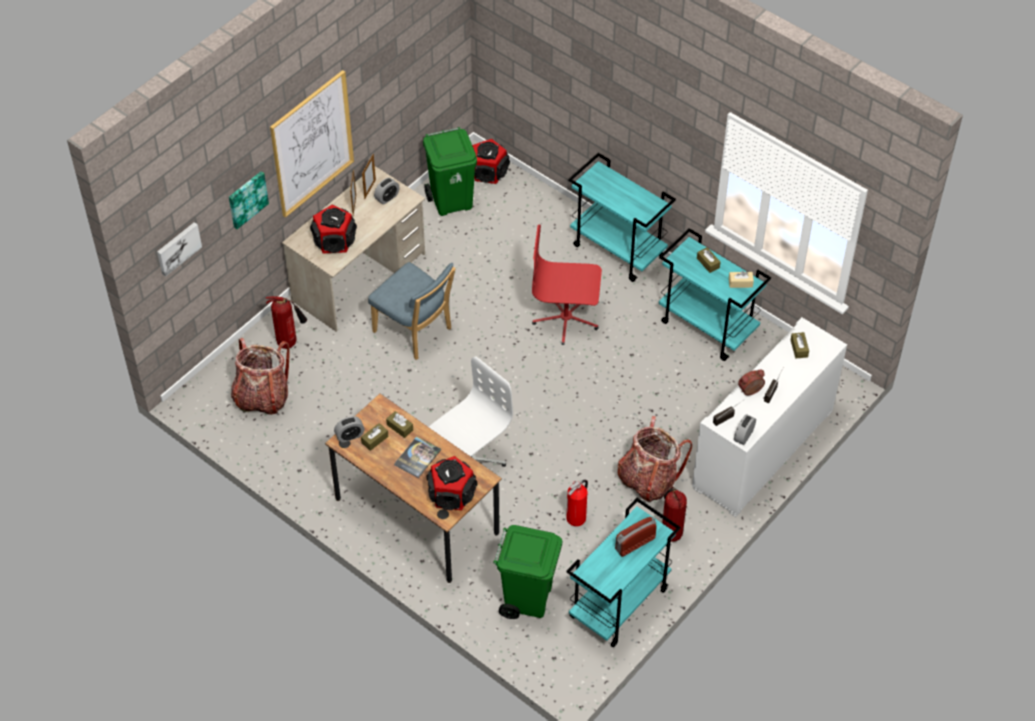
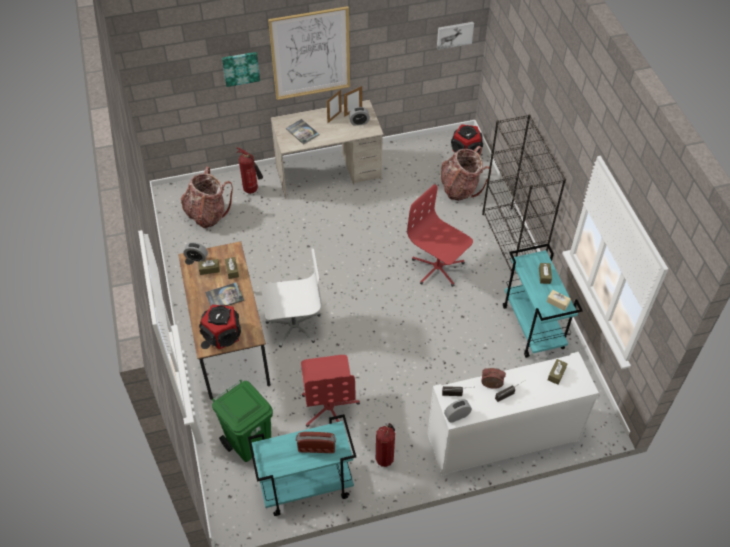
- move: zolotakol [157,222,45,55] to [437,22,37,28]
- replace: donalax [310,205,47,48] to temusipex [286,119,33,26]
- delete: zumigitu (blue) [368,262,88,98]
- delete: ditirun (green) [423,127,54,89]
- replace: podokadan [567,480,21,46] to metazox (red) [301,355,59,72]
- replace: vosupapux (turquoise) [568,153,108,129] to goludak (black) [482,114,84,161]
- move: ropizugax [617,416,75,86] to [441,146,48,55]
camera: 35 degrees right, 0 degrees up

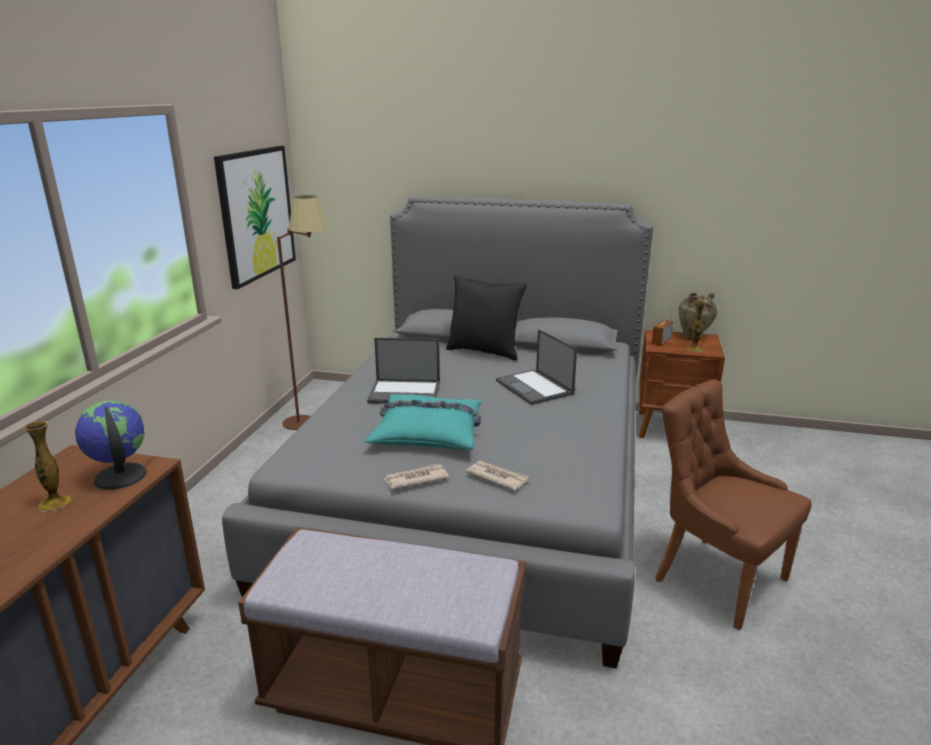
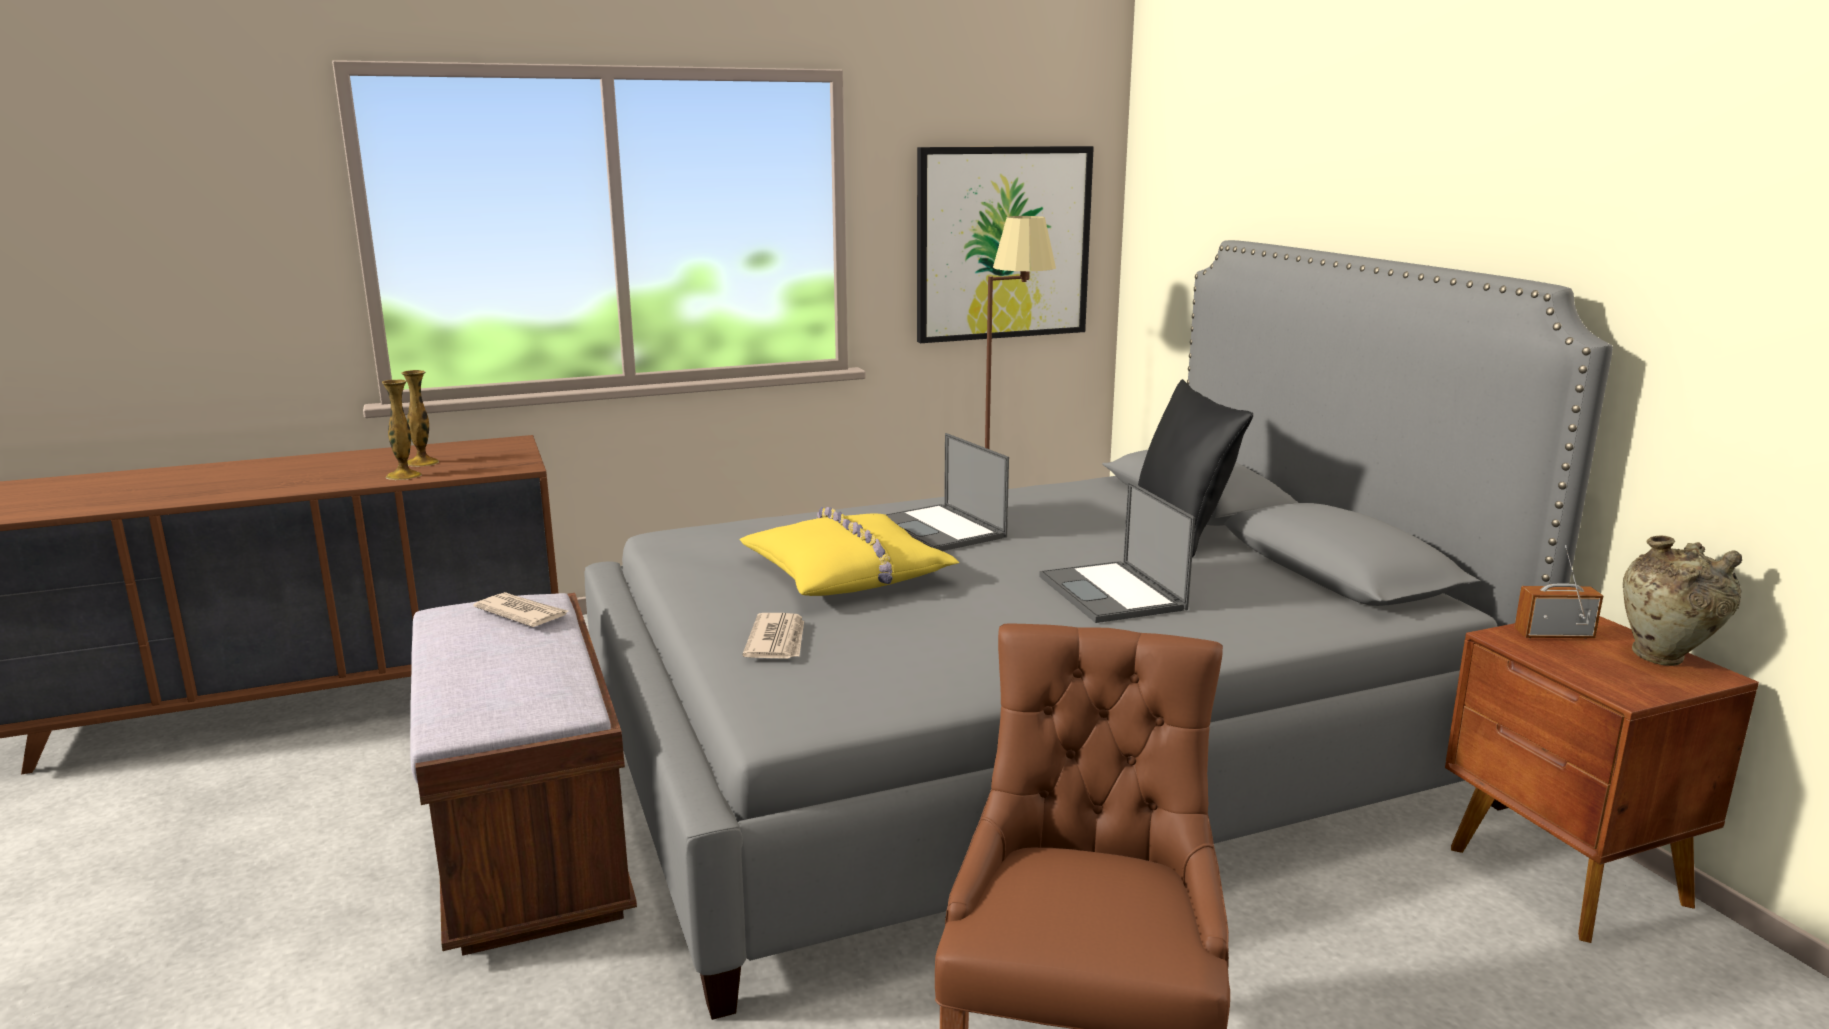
- delete: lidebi [75,401,72,89]
- recolor: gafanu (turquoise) [364,395,118,55] to gafanu (yellow) [740,507,219,89]
- move: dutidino [383,464,66,25] to [474,592,94,35]
- rotate: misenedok [496,329,81,76] = [1039,481,156,142] 45 degrees counterclockwise
- move: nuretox [686,301,21,51] to [382,380,40,100]
camera: 55 degrees right, 5 degrees down

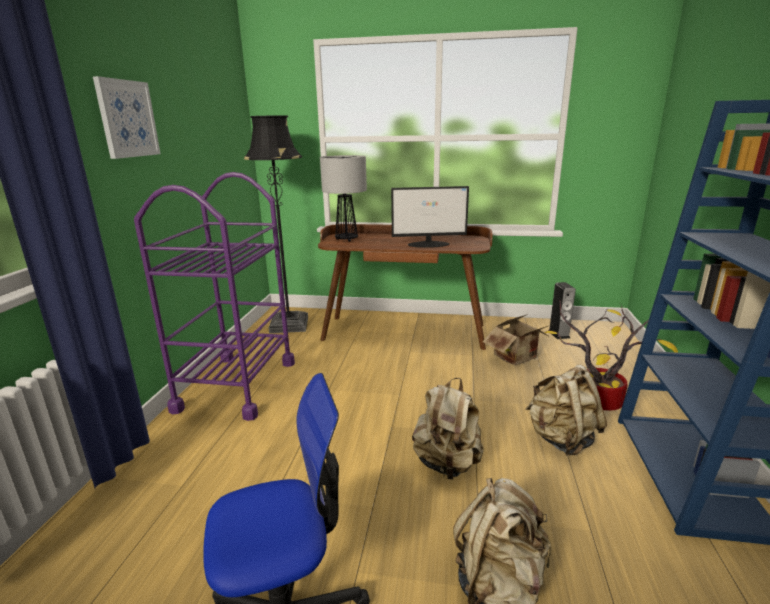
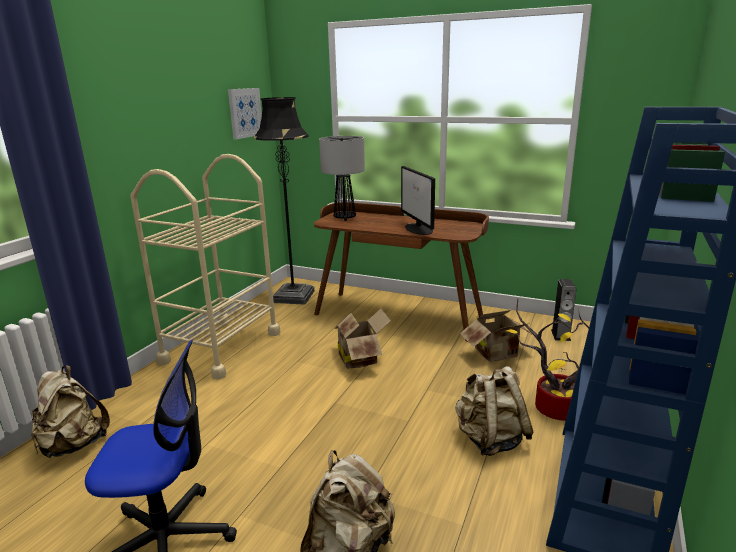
- move: zolotakol [93,76,68,83] to [228,88,34,51]
- recolor: vosupapux (purple) [134,172,161,249] to vosupapux (beige) [130,154,150,225]
- rotate: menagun [391,186,78,62] = [401,166,34,69] 60 degrees clockwise
- move: ropizugax (beige) [412,378,72,102] to [31,365,79,93]
- insert: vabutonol [334,309,57,60]
camera: 15 degrees right, 0 degrees up

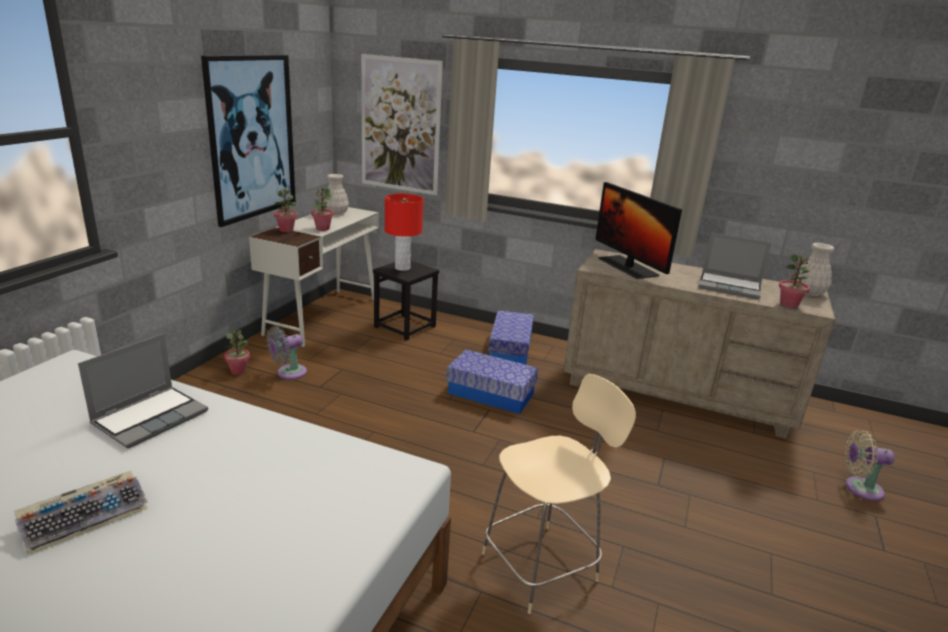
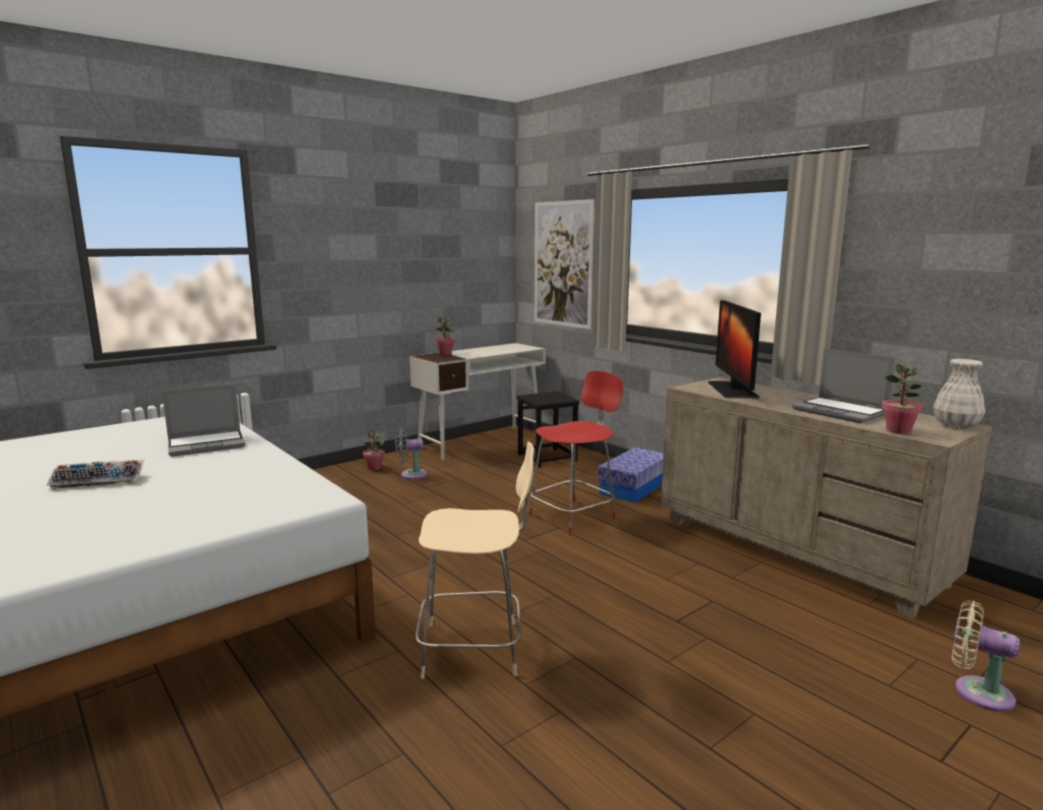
- delete: zolotakol [201,55,95,172]
- delete: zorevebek [311,187,23,44]
- delete: nuretox (white) [323,174,26,41]
- delete: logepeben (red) [385,194,38,77]
- replace: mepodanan [446,349,92,65] to zumigitu (red) [529,371,95,165]
camera: 30 degrees right, 10 degrees down

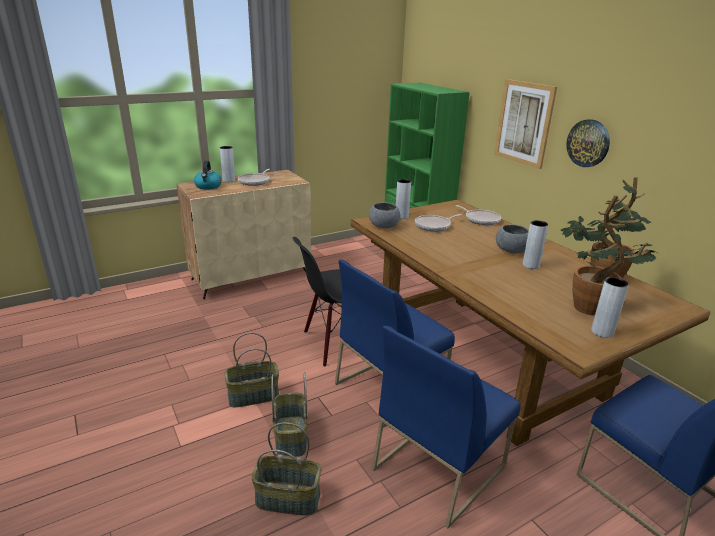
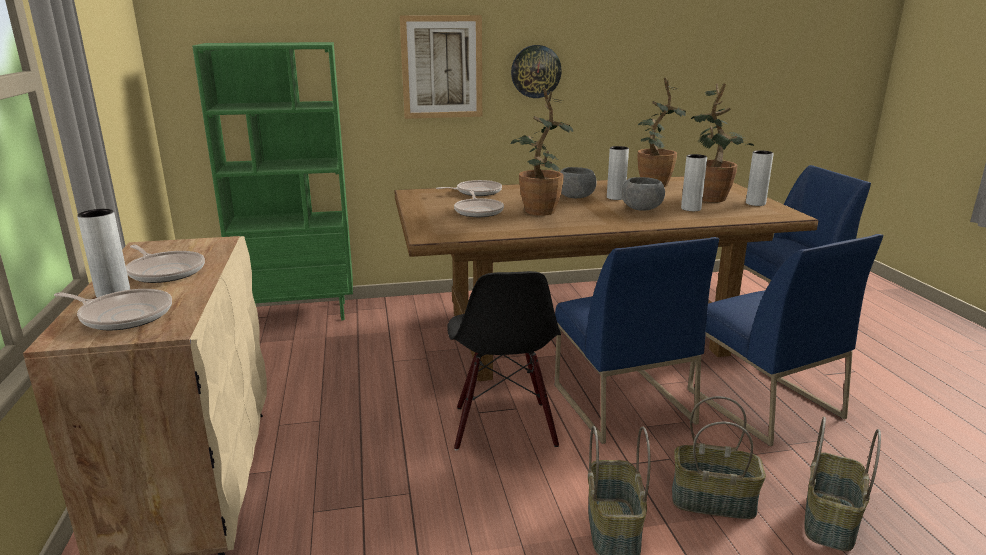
- replace: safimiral [194,161,28,29] to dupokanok [54,289,118,41]
- move: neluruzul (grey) [369,202,31,26] to [621,177,44,34]
- move: nuretox (grey) [396,179,15,40] to [681,154,26,57]
- insert: zorevebek [511,88,62,128]
camera: 70 degrees left, 5 degrees down

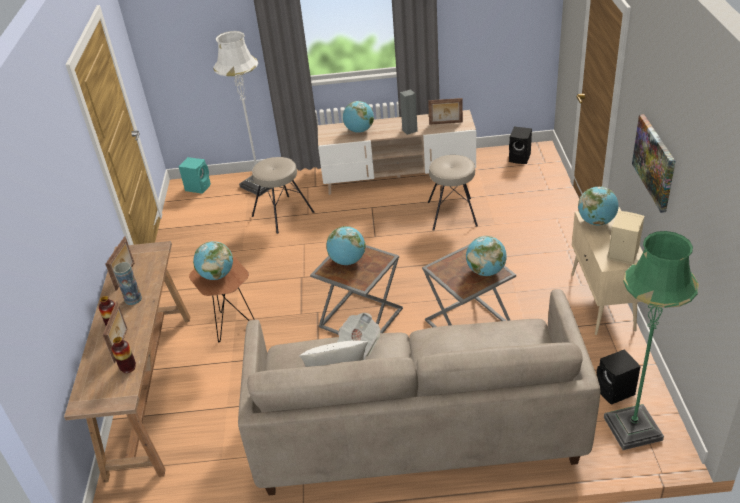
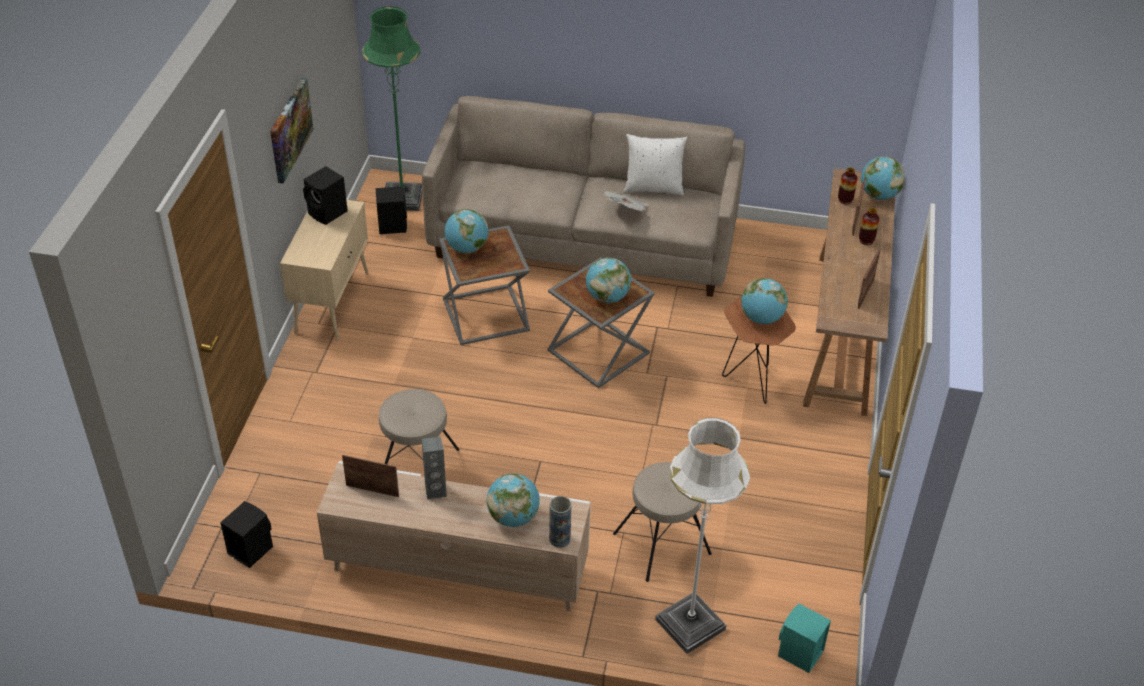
- move: nuretox [113,262,29,43] to [549,496,22,52]
- move: lidebi [578,187,41,38] to [861,156,44,44]
- recolor: donalax (beige) [608,211,36,54] to donalax (black) [303,166,45,59]
camera: 170 degrees left, 5 degrees up

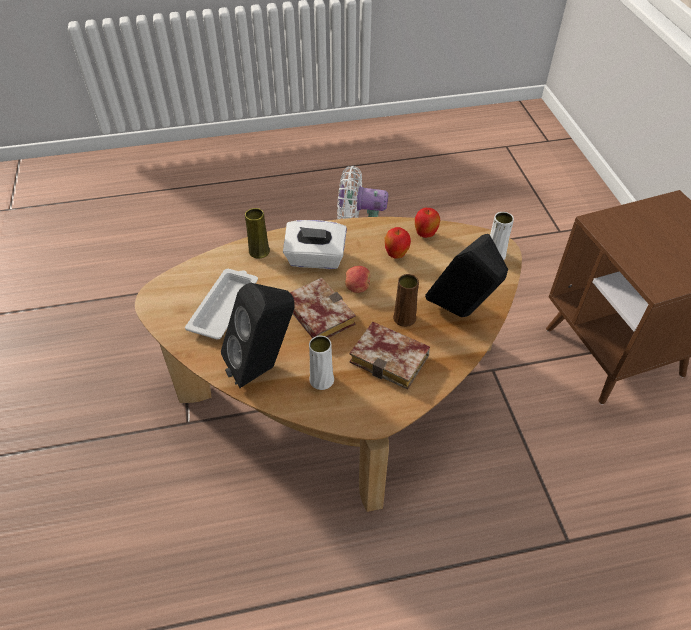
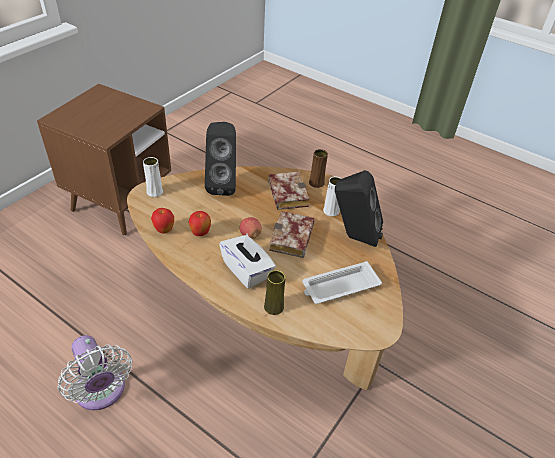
- move: nuretox (brown) [393,274,26,53] to [309,149,19,39]
camera: 135 degrees left, 5 degrees down

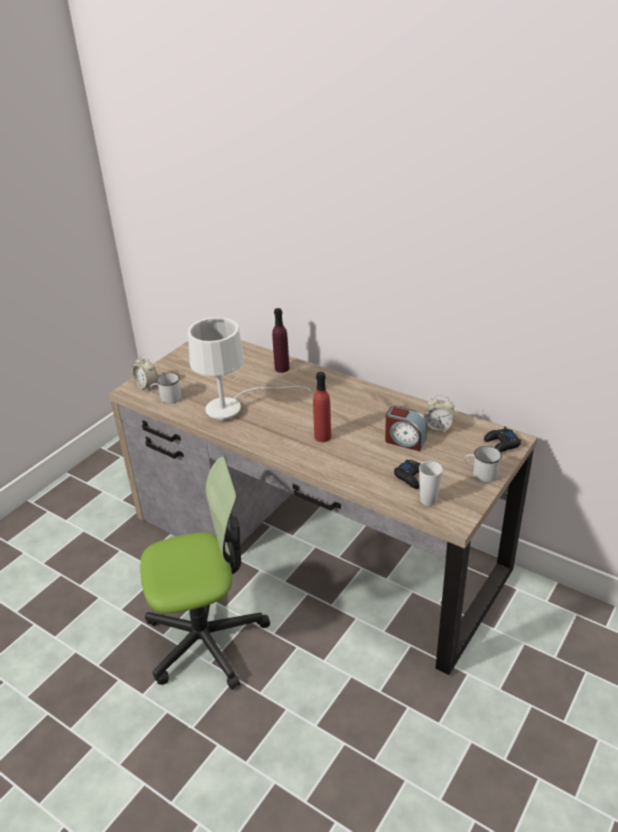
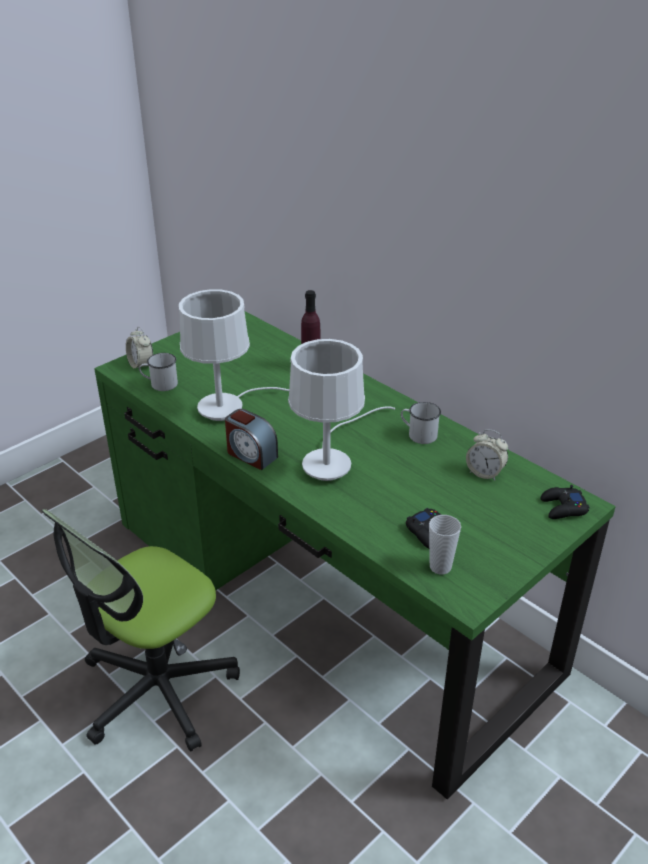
- recolor: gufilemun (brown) [109,340,429,335] to gufilemun (green) [94,311,522,488]
- rotate: metazox [140,456,130,233] = [41,509,199,242] 135 degrees clockwise
- replace: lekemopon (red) [313,372,18,70] to logepeben (white) [288,339,107,142]
- move: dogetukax [385,406,42,45] to [225,409,53,61]
- move: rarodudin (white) [464,446,38,37] to [401,402,40,42]
camera: 10 degrees right, 0 degrees up

